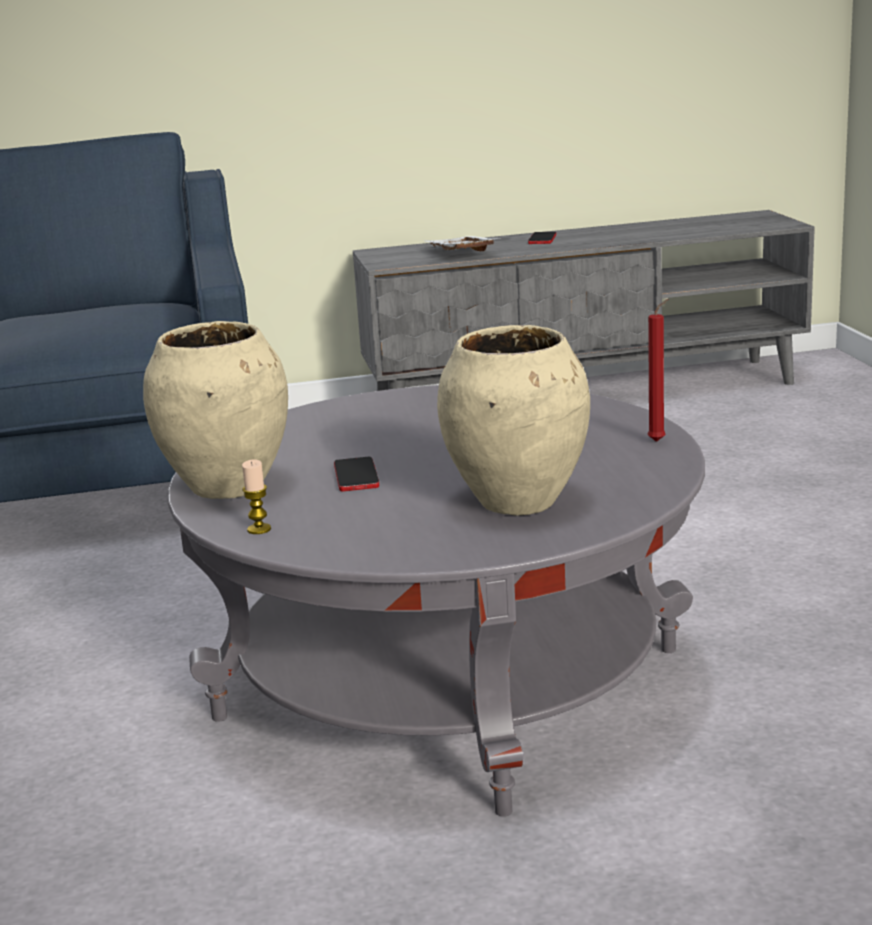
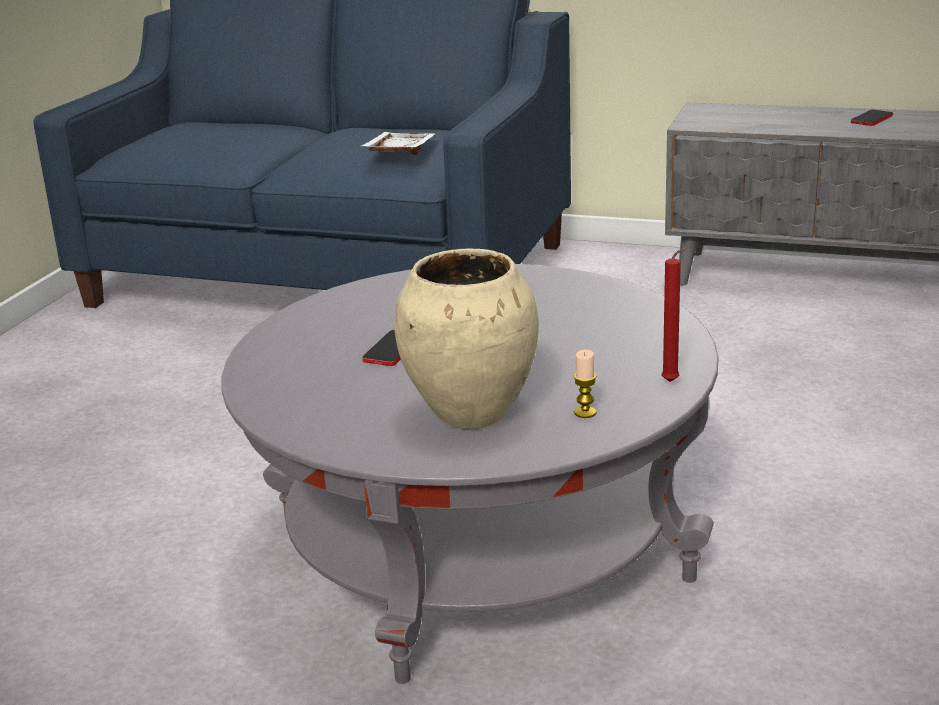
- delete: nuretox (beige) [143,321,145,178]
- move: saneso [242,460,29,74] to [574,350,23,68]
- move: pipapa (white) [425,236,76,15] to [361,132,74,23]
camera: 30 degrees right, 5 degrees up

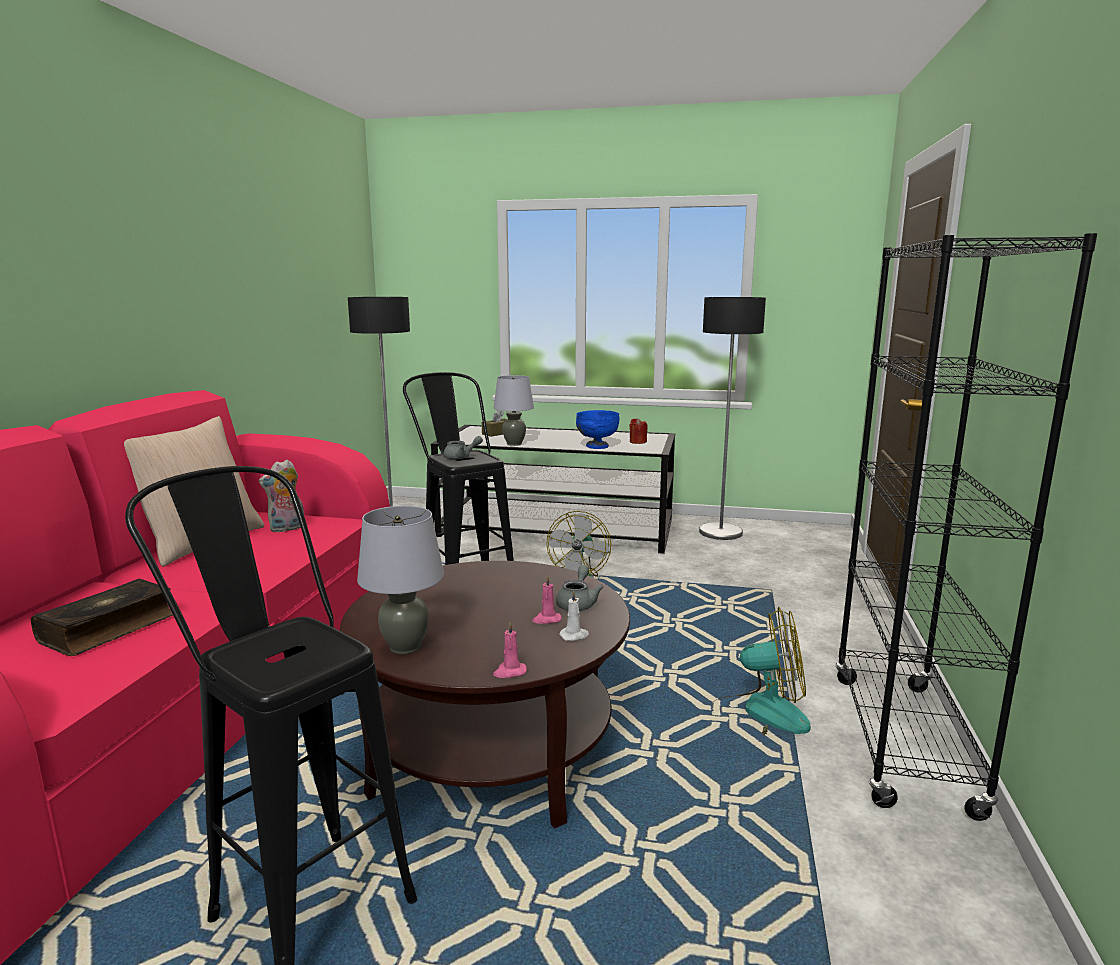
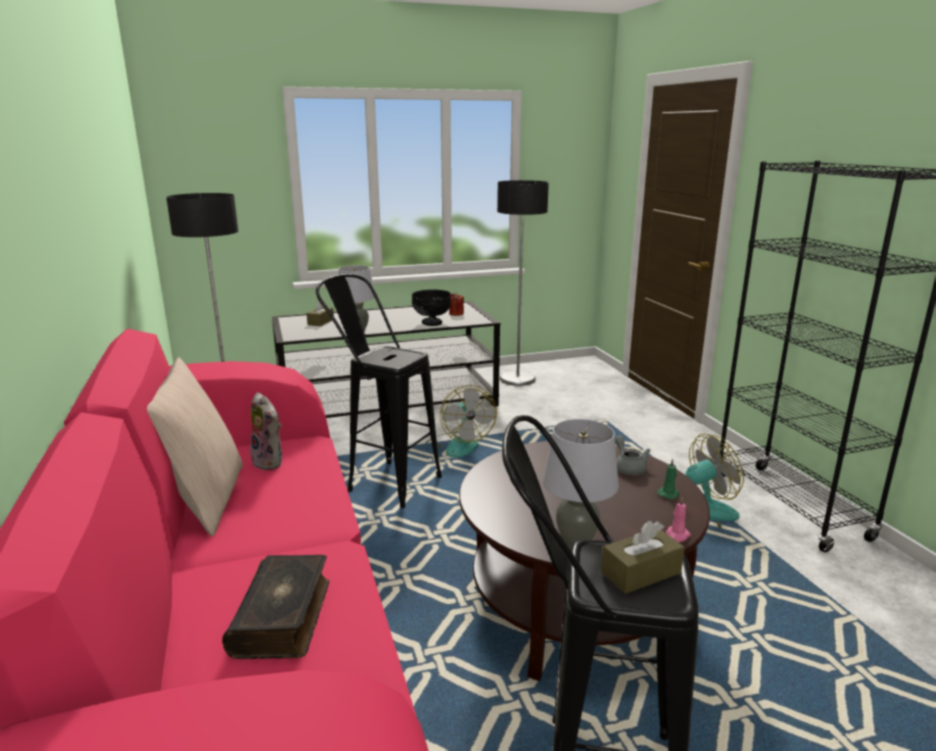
- rotate: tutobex [259,459,45,74] = [250,392,32,78] 60 degrees counterclockwise
- delete: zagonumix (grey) [443,436,40,24]
- delete: saneso (pink) [532,575,29,49]
- recolor: saneso (white) [559,590,30,51] to saneso (green) [657,459,22,40]
- recolor: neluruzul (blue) [576,410,43,39] to neluruzul (black) [412,290,39,36]
- insert: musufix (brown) [601,521,84,73]
camera: 30 degrees left, 5 degrees up

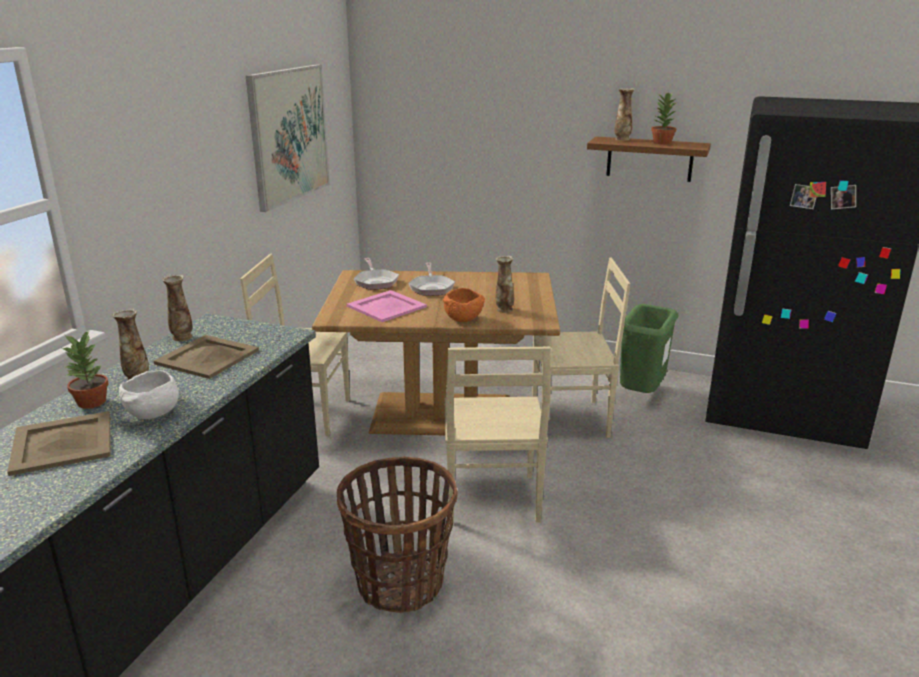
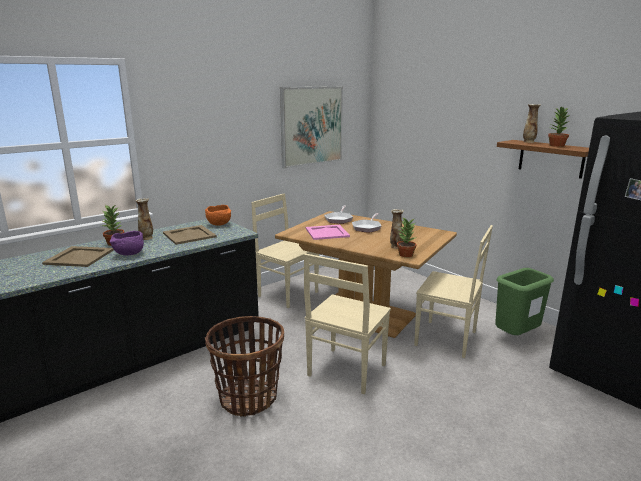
- recolor: neluruzul (white) [119,370,60,49] to neluruzul (purple) [109,231,35,24]
- delete: nuretox [162,274,31,67]
- move: neluruzul (orange) [443,288,42,34] to [205,205,26,21]
- insert: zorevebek [397,218,20,39]
camera: 30 degrees right, 5 degrees down

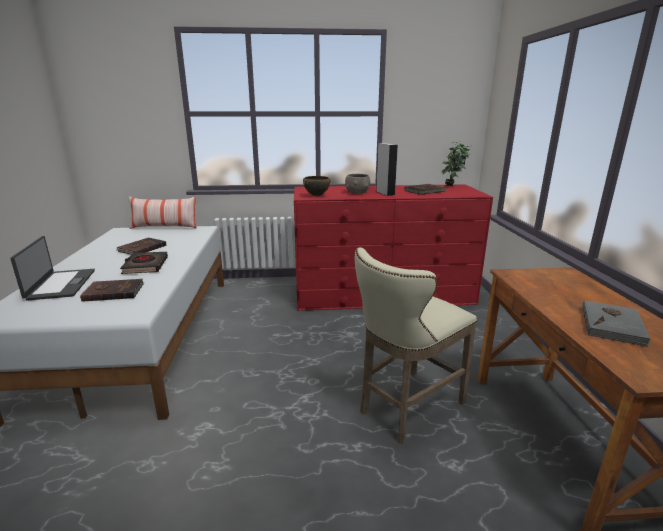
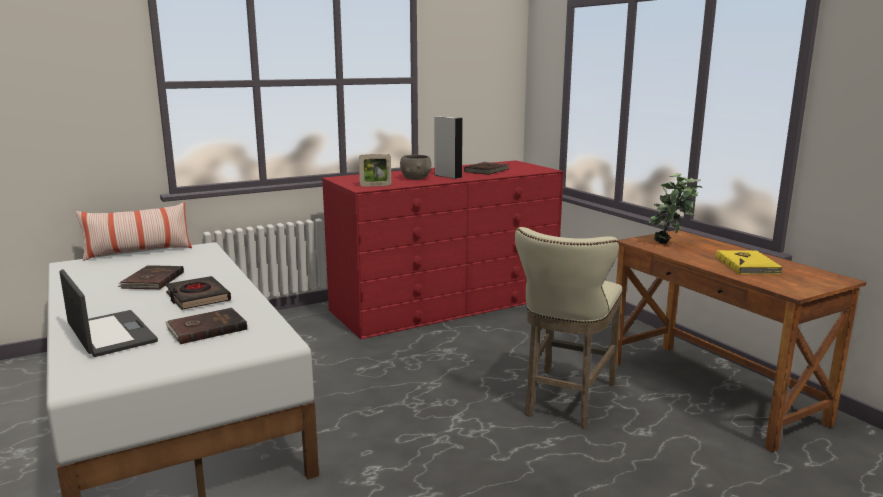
- replace: neluruzul (brown) [303,176,27,21] to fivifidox [359,154,32,33]
- move: zorevebek [441,141,31,45] to [648,173,54,71]
- recolor: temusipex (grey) [582,300,69,47] to temusipex (yellow) [716,250,67,24]
camera: 25 degrees left, 5 degrees down

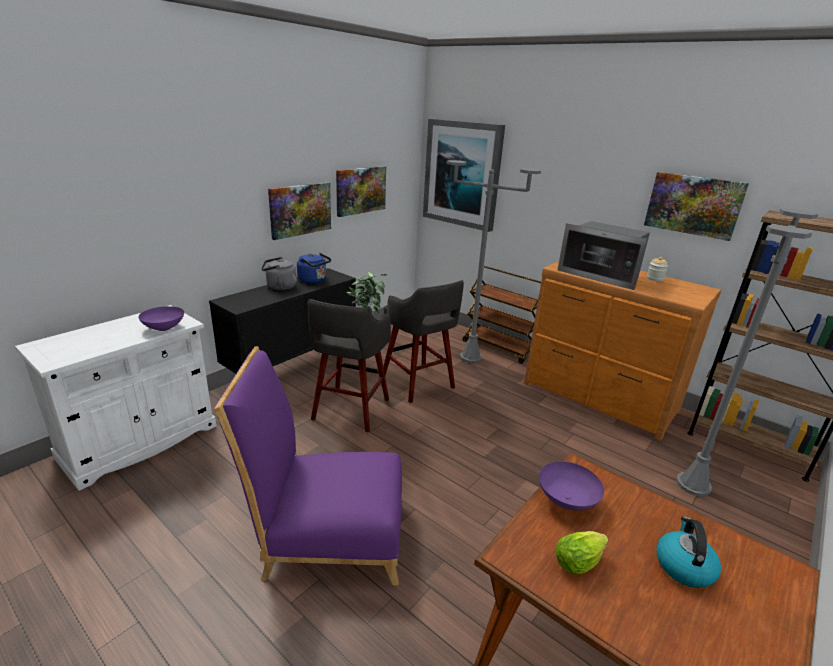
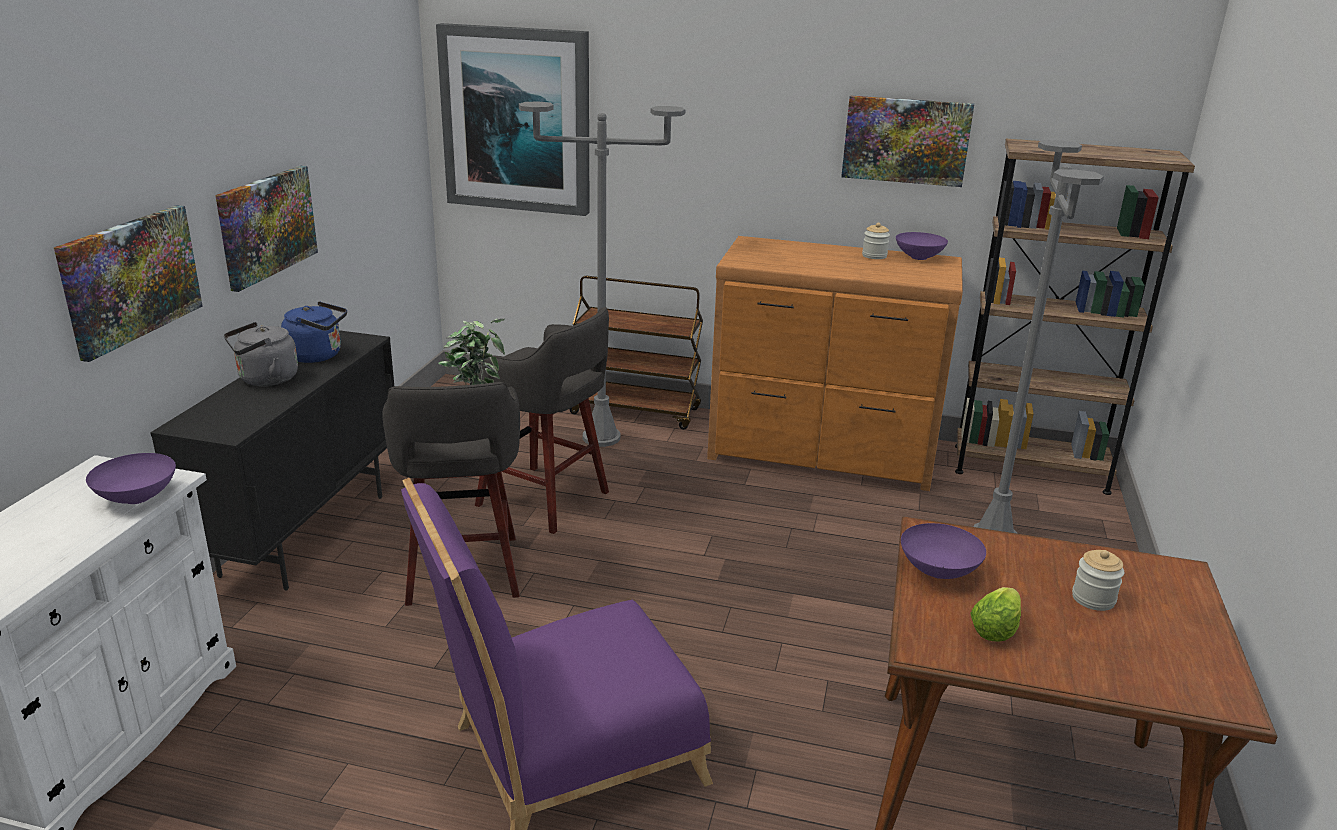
- move: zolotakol [336,166,50,51] to [54,205,149,157]
- delete: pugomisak [558,221,92,69]
- replace: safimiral [657,516,64,72] to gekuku [1072,550,52,61]
- insert: neluruzul (purple) [896,232,52,28]
camera: 25 degrees left, 0 degrees up

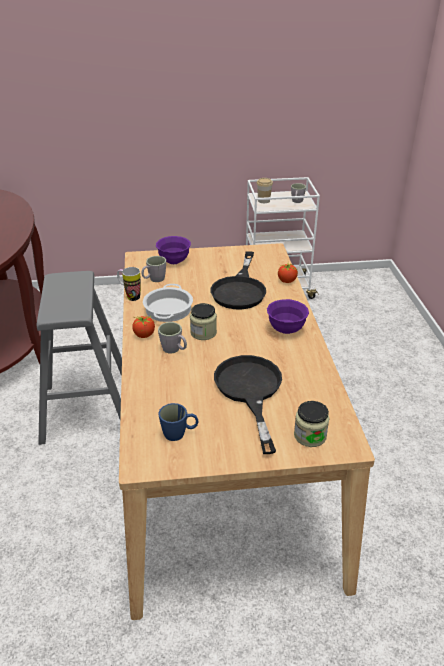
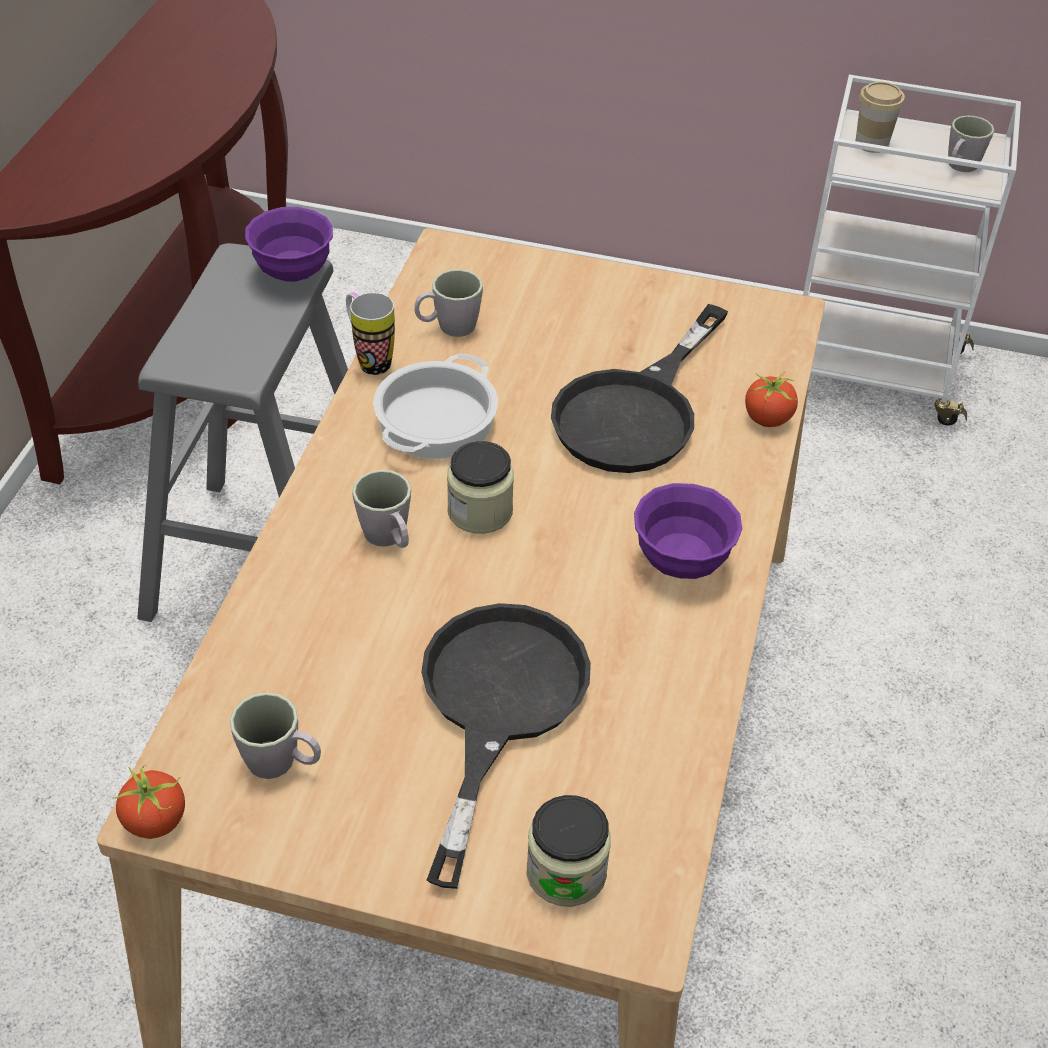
- move: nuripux [132,315,23,23] to [113,765,72,74]
- move: neluruzul (purple) [156,236,35,28] to [245,207,88,75]
- recolor: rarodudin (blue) [158,403,40,38] to rarodudin (grey) [230,692,91,87]
camera: 20 degrees right, 10 degrees up

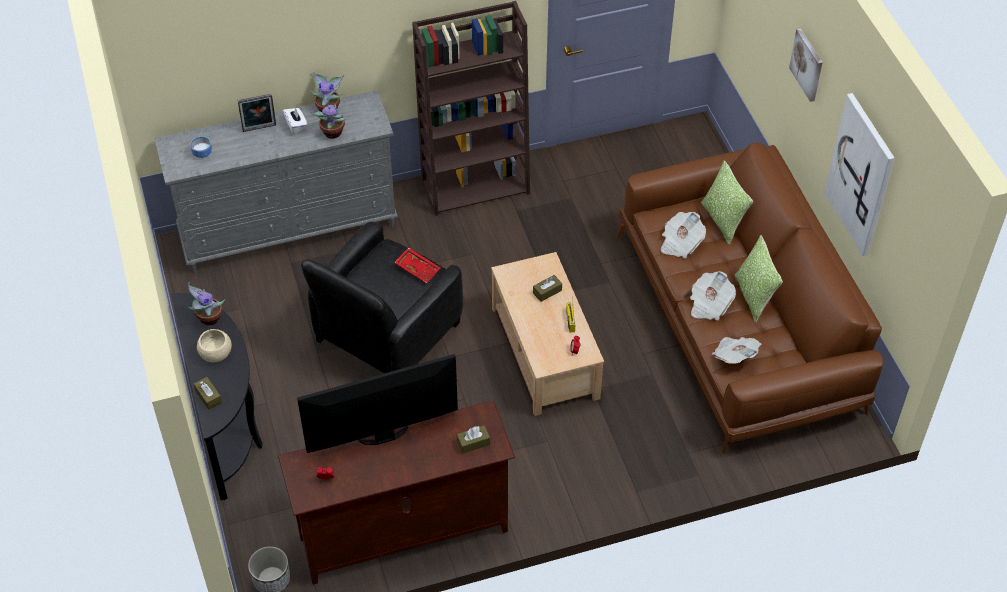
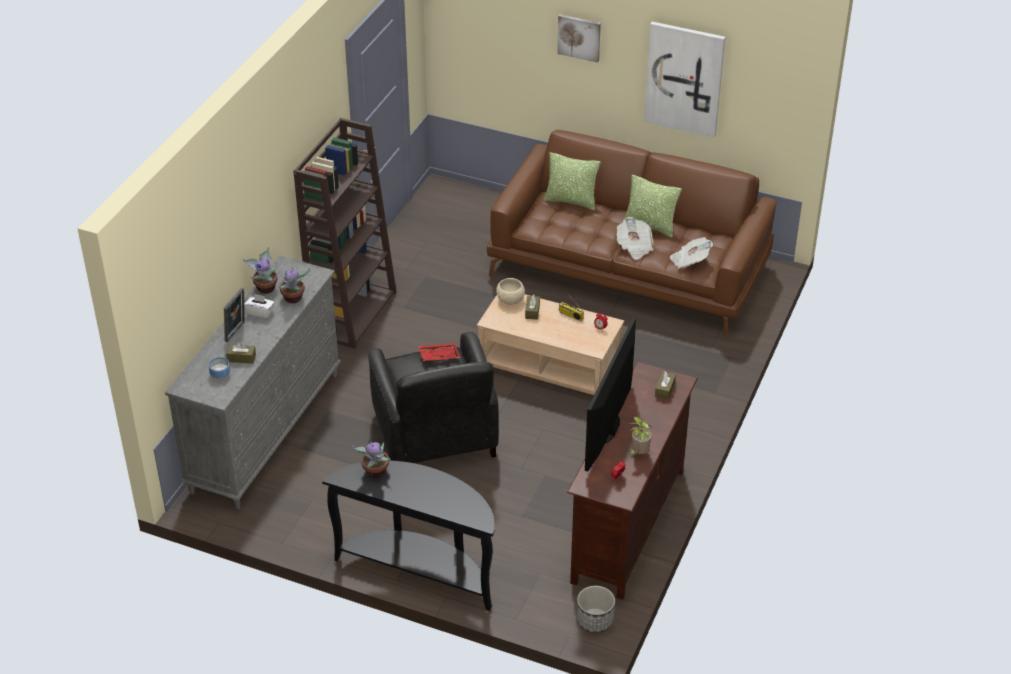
- move: musufix (brown) [194,377,28,33] to [226,342,30,22]
- move: neluruzul (beige) [197,329,35,33] to [496,278,29,27]
- delete: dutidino [660,212,46,46]
- insert: zorevebek [629,417,23,38]
camera: 50 degrees left, 10 degrees down

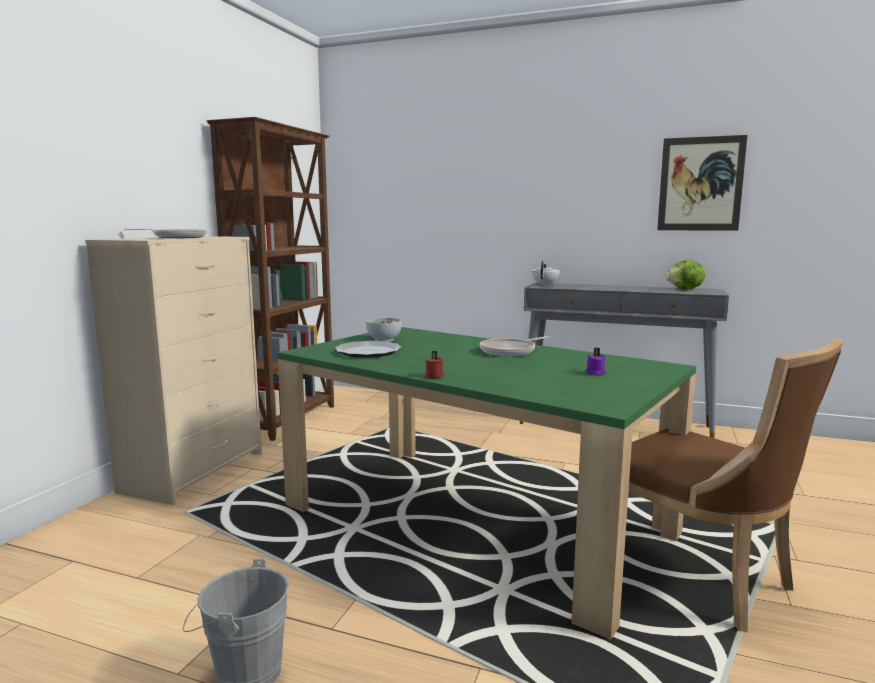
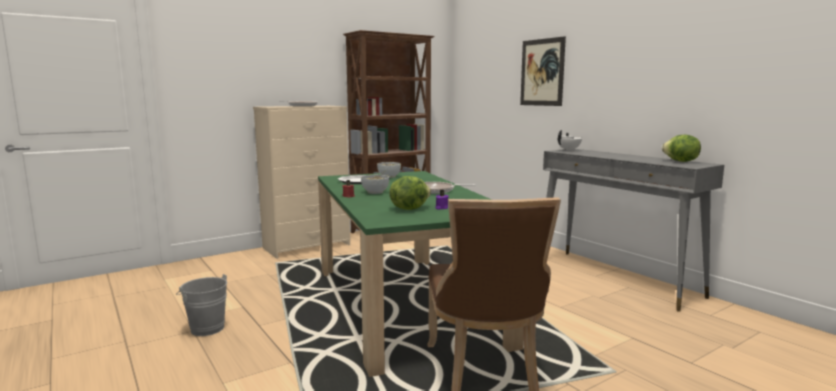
- move: zolotakol [657,135,91,96] to [520,36,46,70]
- insert: neluruzul [361,175,28,19]
- insert: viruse [389,176,42,34]
camera: 35 degrees right, 0 degrees up

